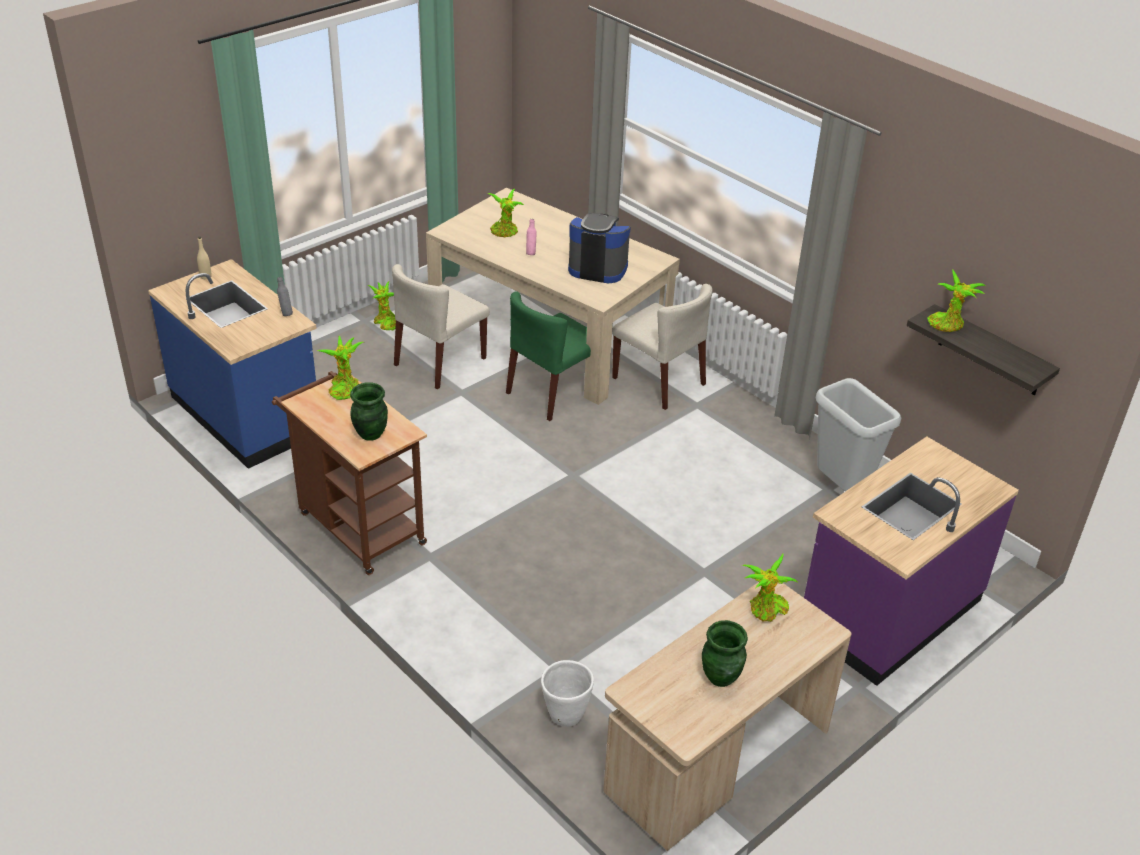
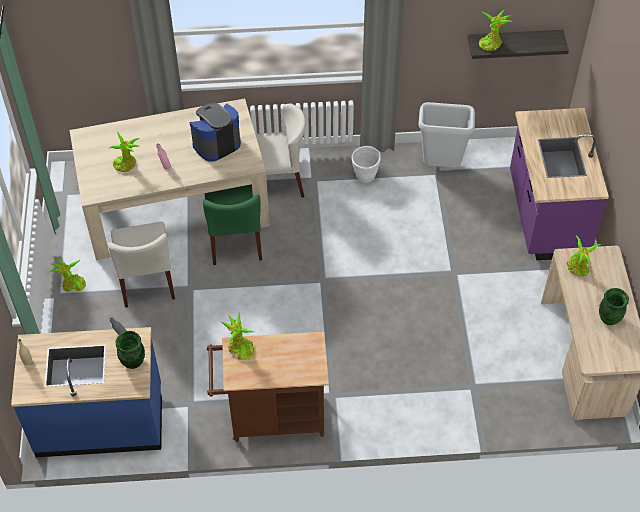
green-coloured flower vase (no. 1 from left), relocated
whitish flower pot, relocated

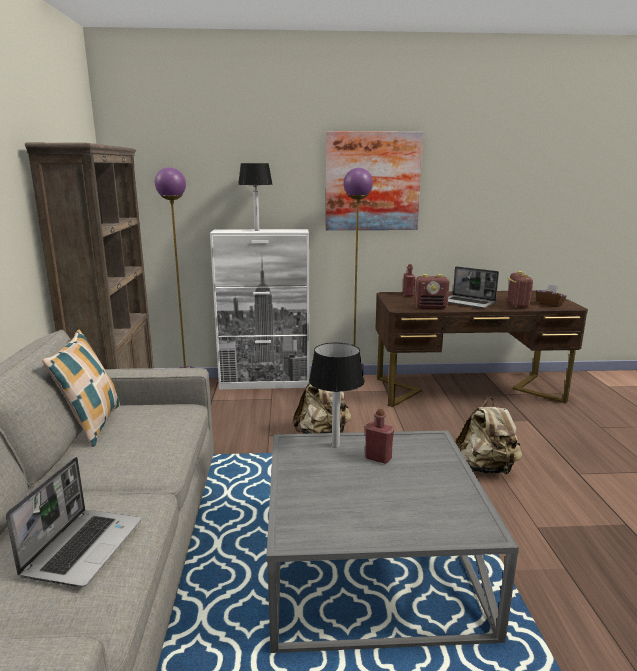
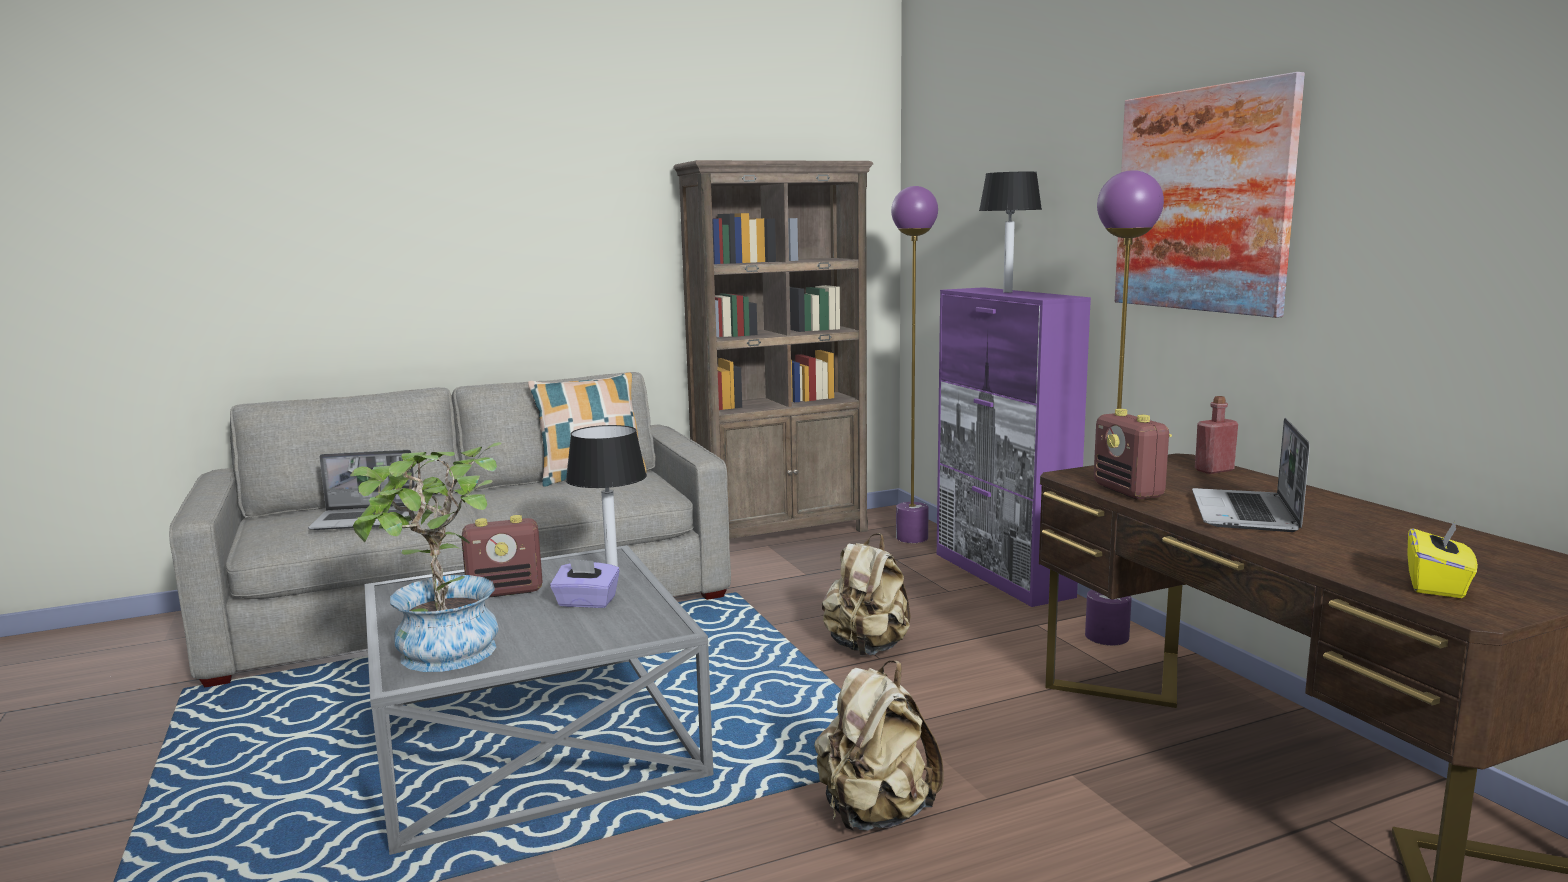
whitish cupboard → purple cupboard
red-coloured drink bottle (no. 1 from left) → purple box of tissues
radio receiver (no. 2 from left in the first image) → radio receiver (no. 1 from left), relocated
brown-coloured box of tissues → yellow-coloured box of tissues
- → houseplant

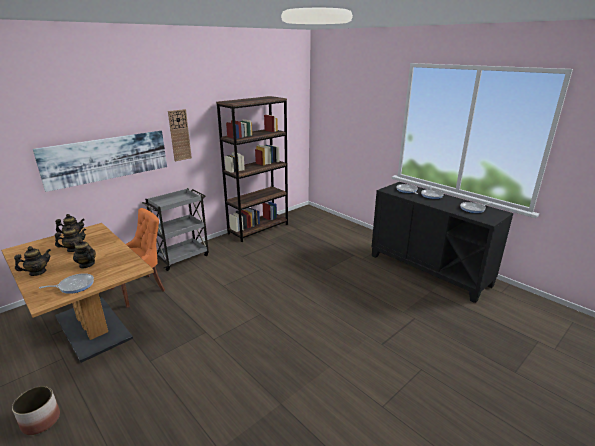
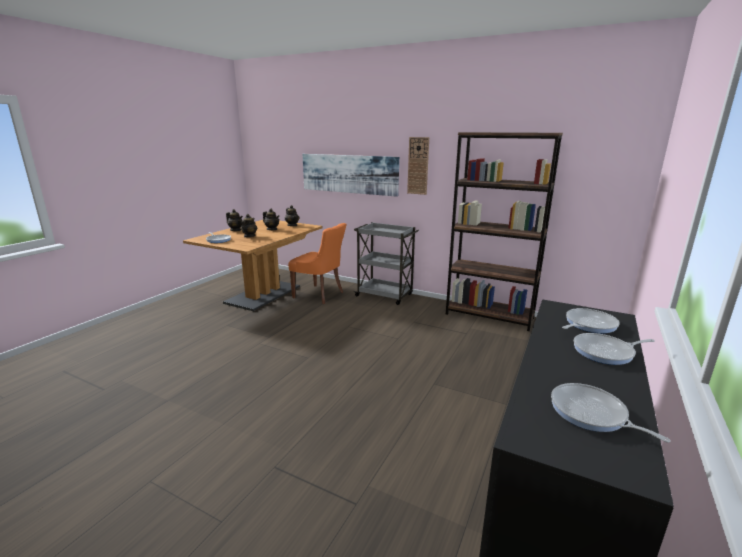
flower pot → -

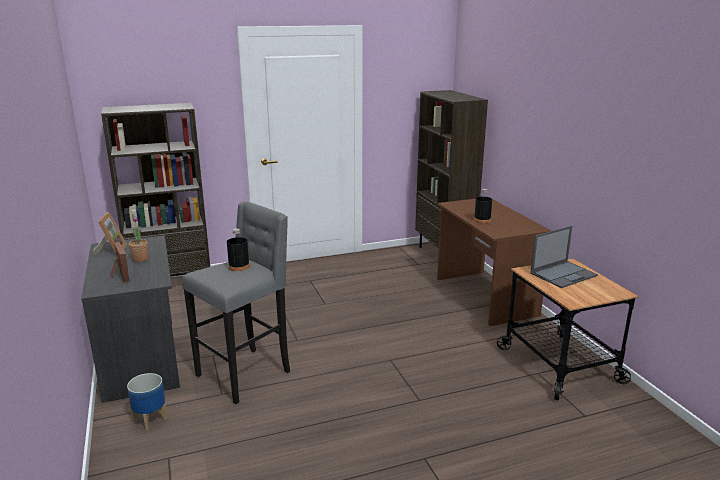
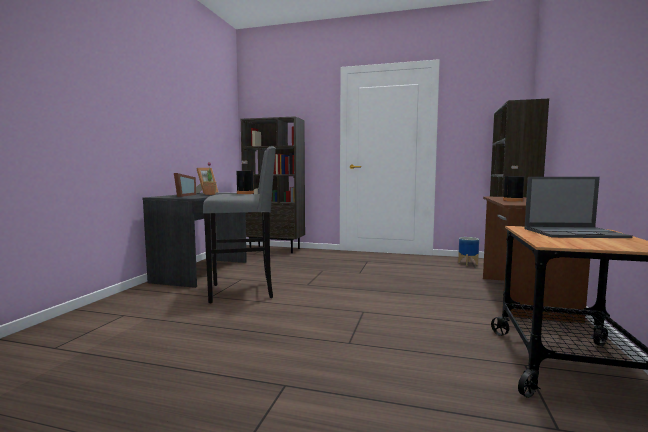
flower pot, relocated

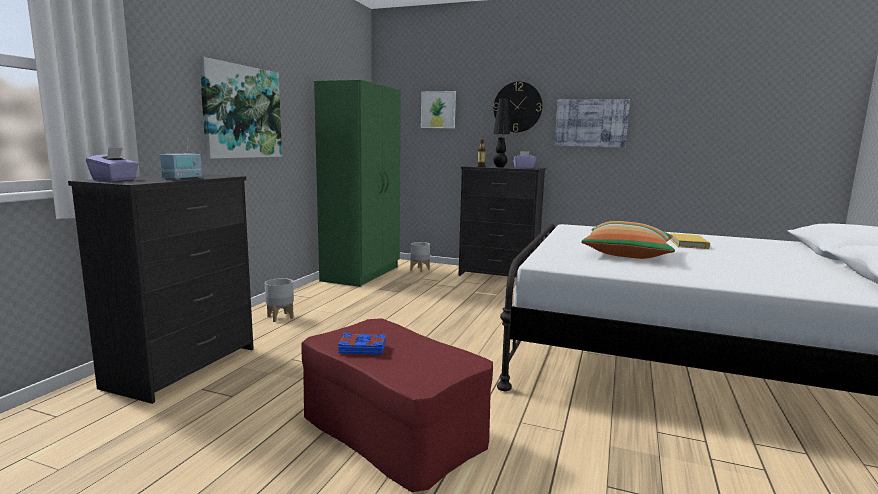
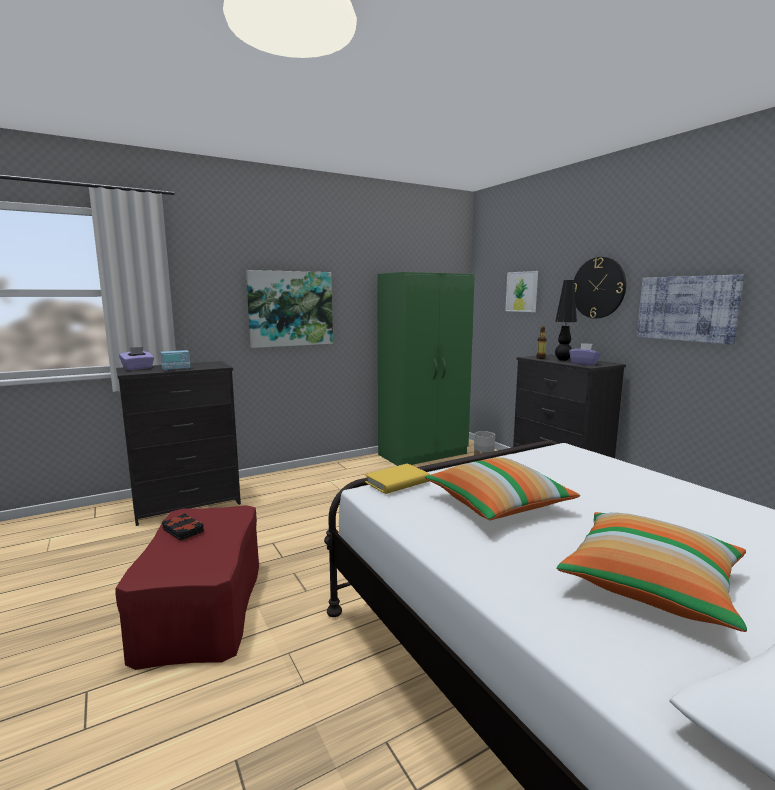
greyish flower pot (no. 1 from left) → -
blue book → black-coloured book
yellow-coloured book, relocated
- → pillow (no. 2 from left)

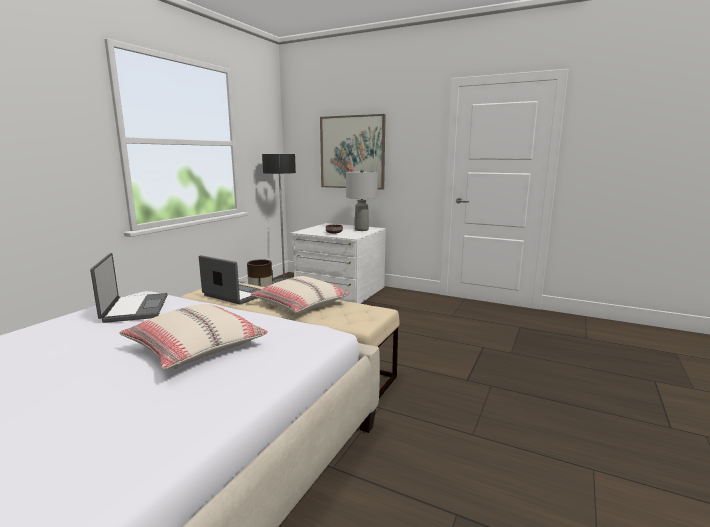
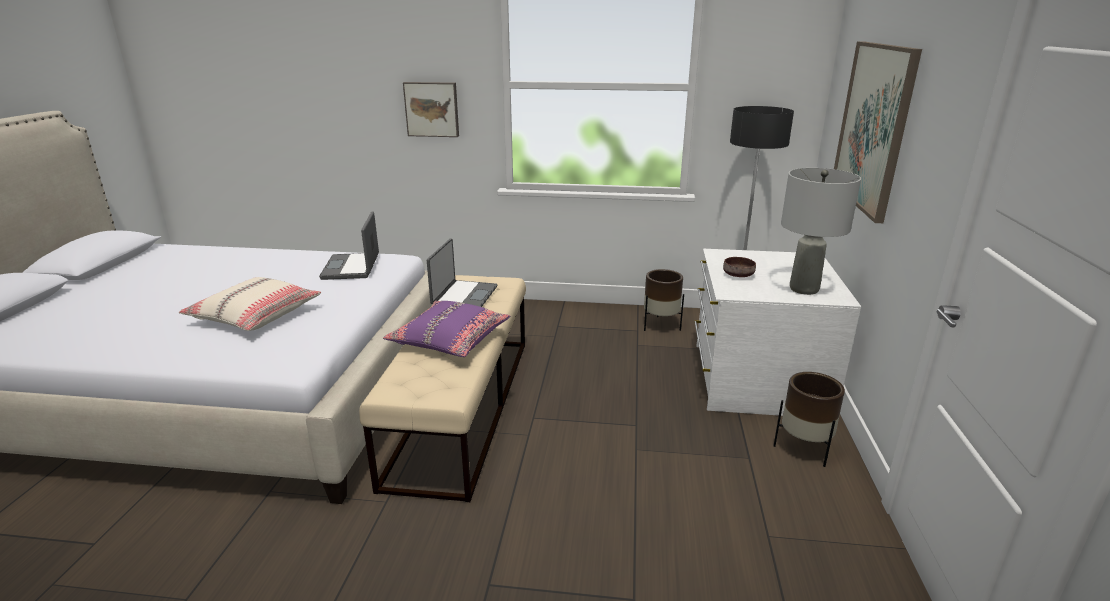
notebook computer (no. 1 from left), 120 degrees clockwise
beige pillow (no. 2 from left) → purple pillow
- → wall art (no. 1 from left)
- → brown-coloured flower pot (no. 2 from left)

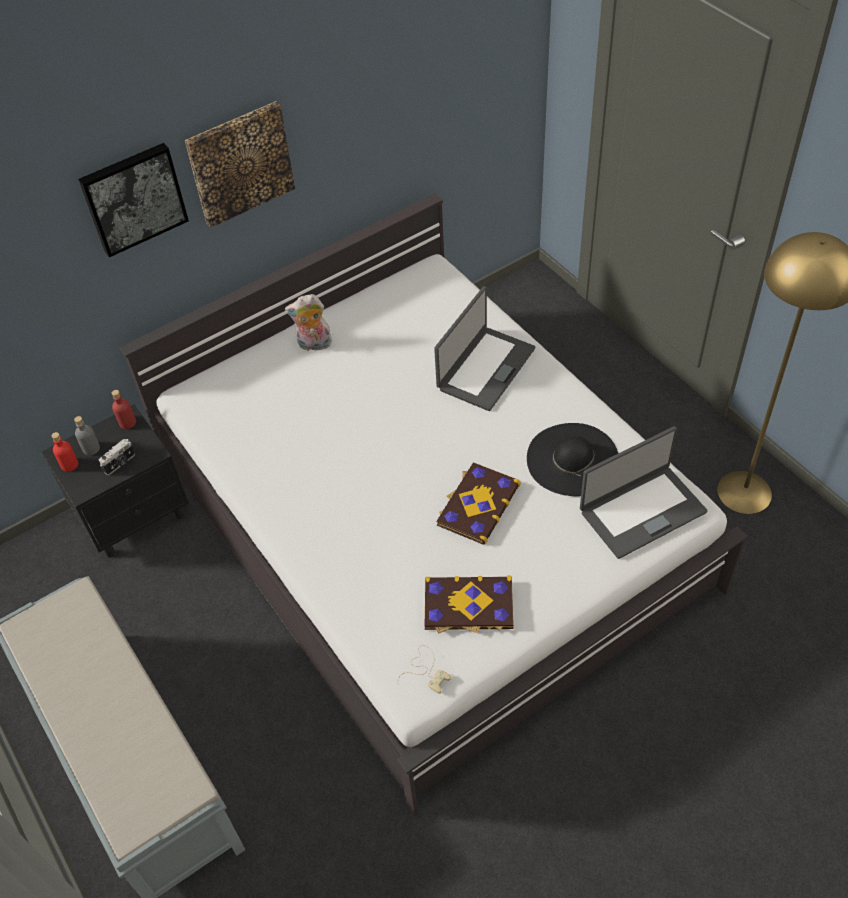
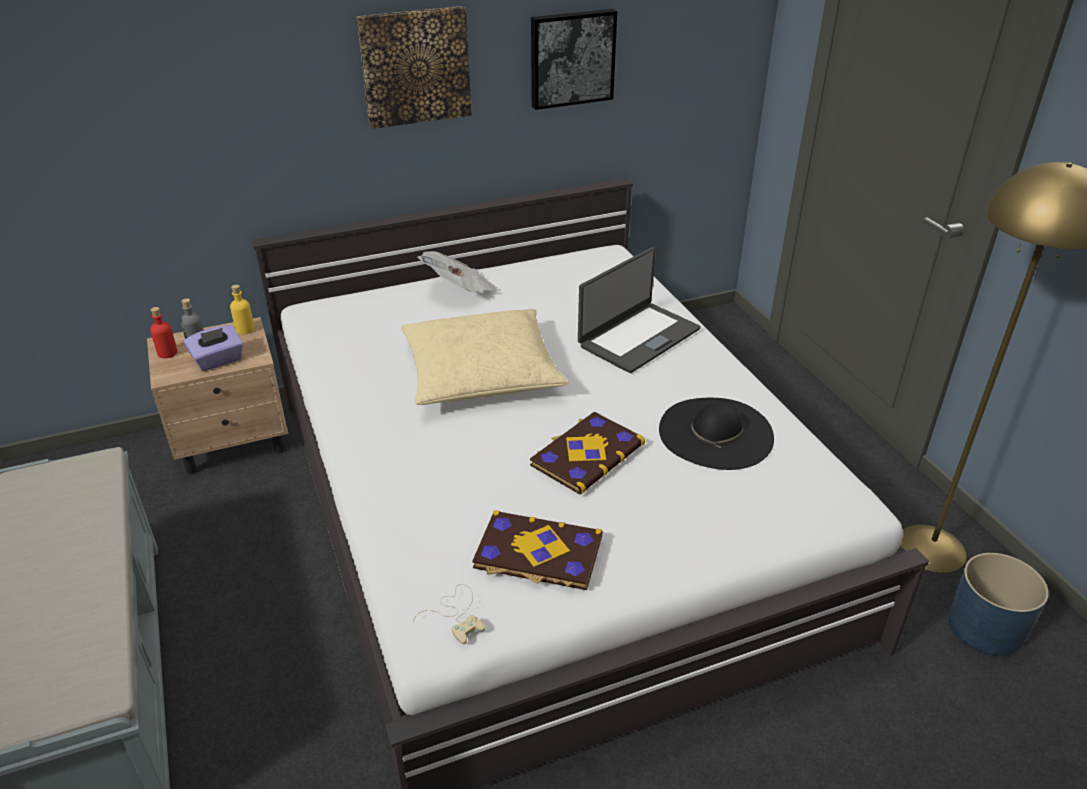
black-coloured nightstand → beige nightstand
wall art (no. 1 from left in the first image) → wall art (no. 2 from left), relocated
photo camera → purple box of tissues
red-coloured drink bottle (no. 2 from left) → yellow-coloured drink bottle
cuddly toy → daily paper
notebook computer (no. 2 from left) → -
- → beige pillow
- → blue flower pot

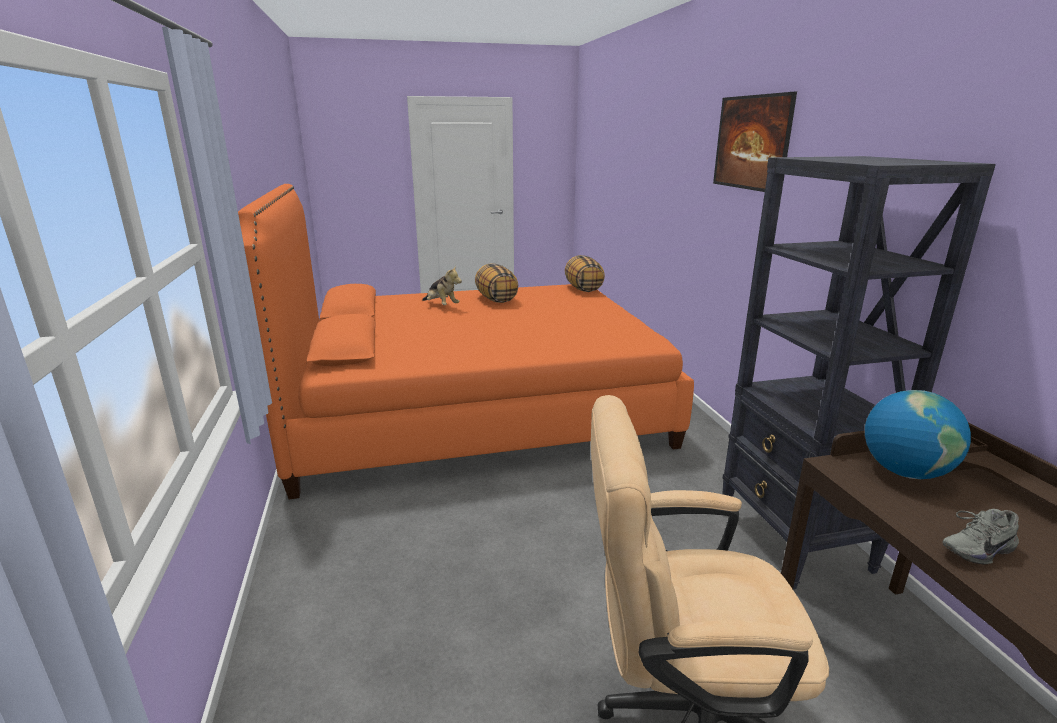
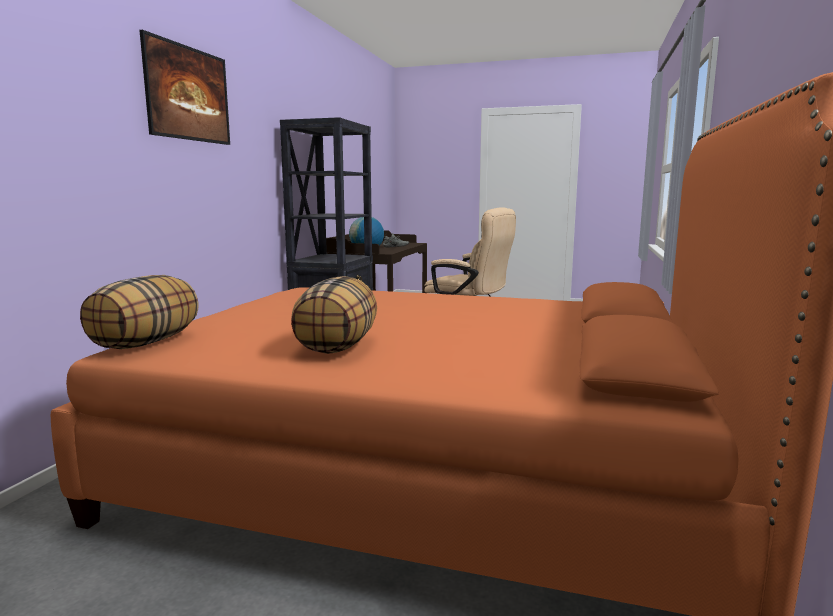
cuddly toy → -

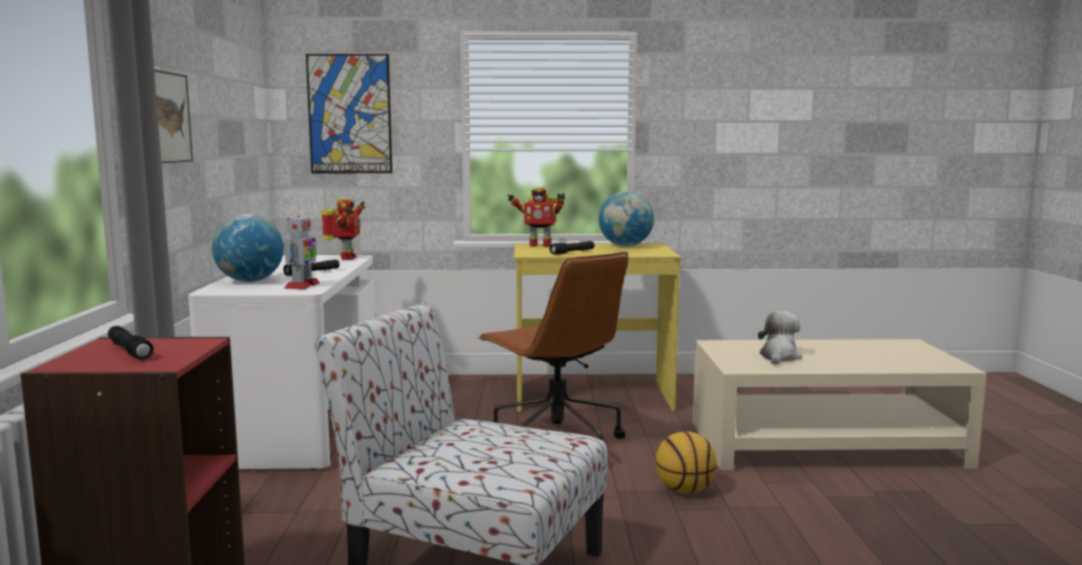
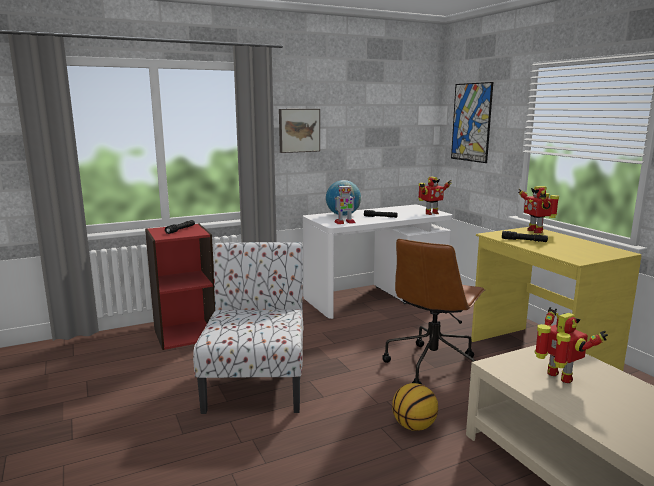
globe (no. 2 from left) → -
cuddly toy → toy robot (no. 4 from left)

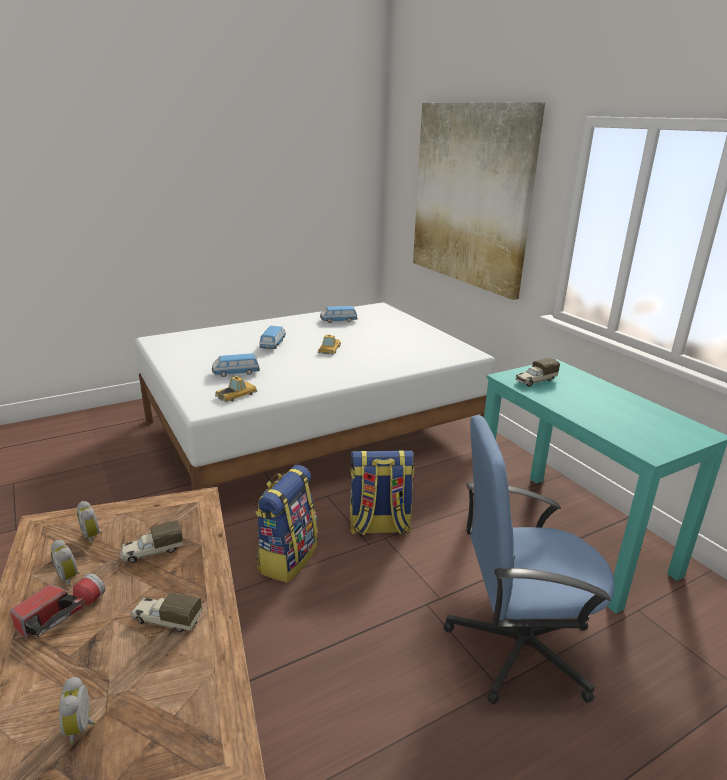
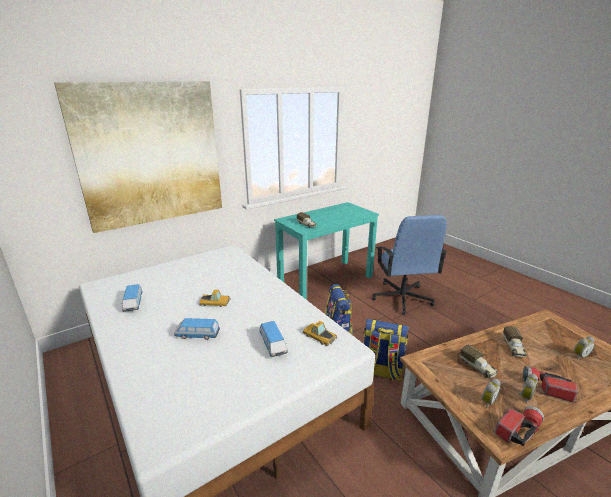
- → torch (no. 1 from left)

